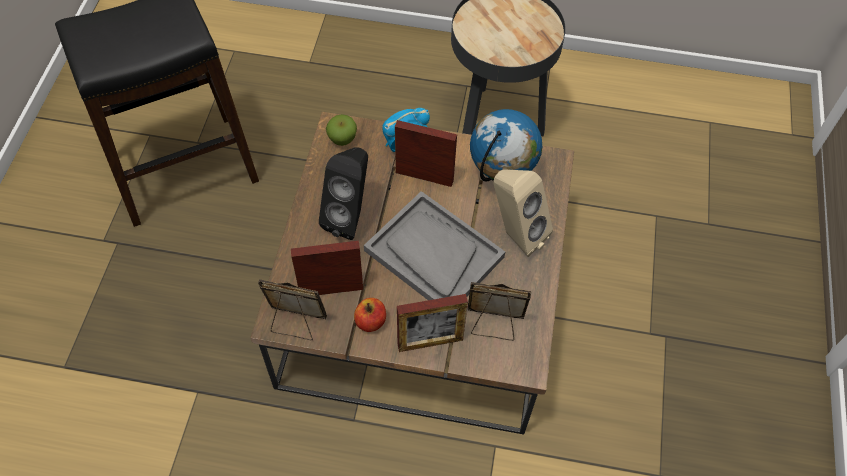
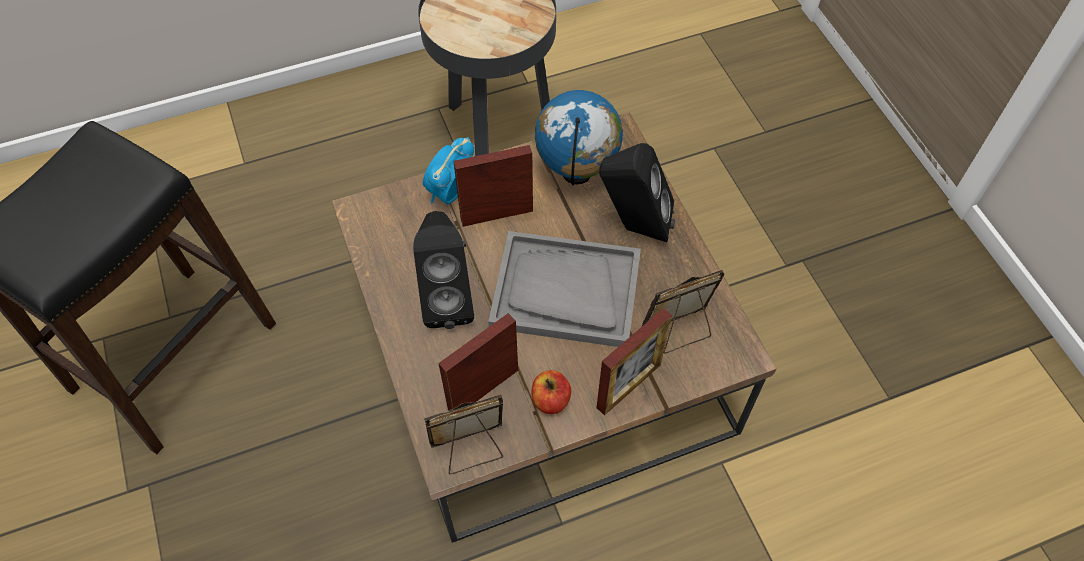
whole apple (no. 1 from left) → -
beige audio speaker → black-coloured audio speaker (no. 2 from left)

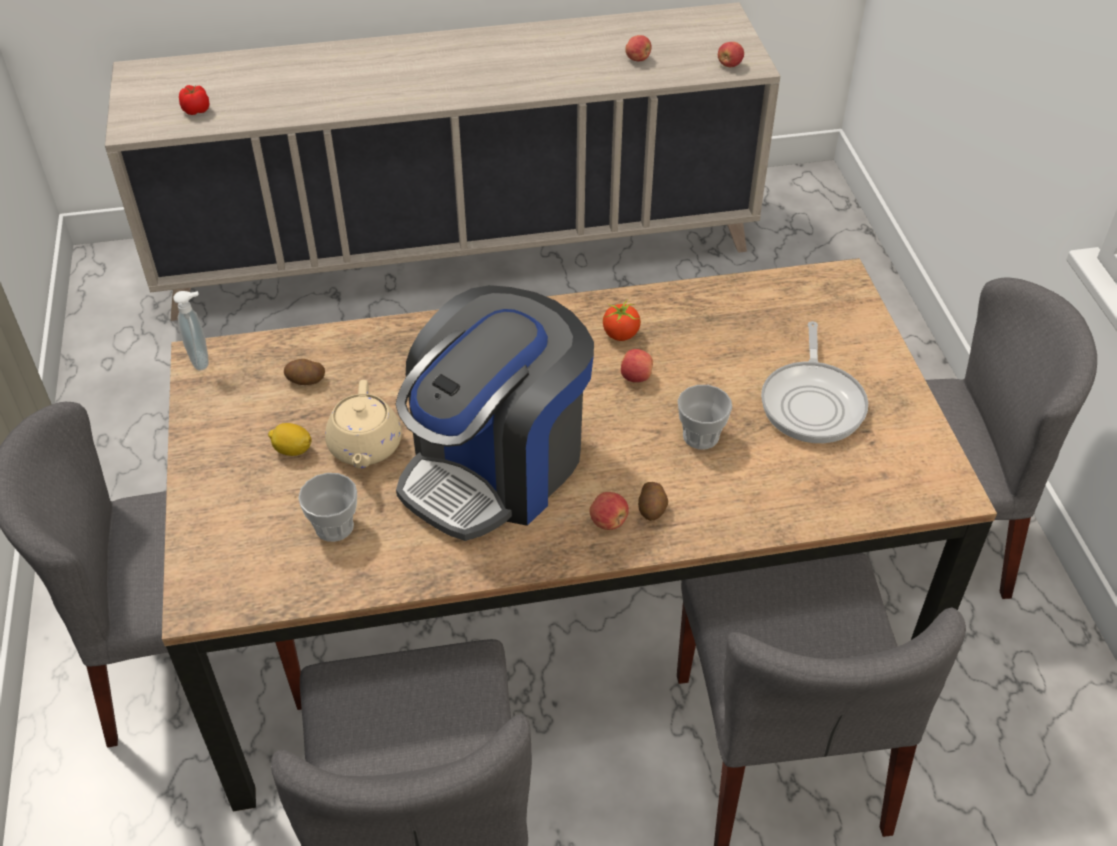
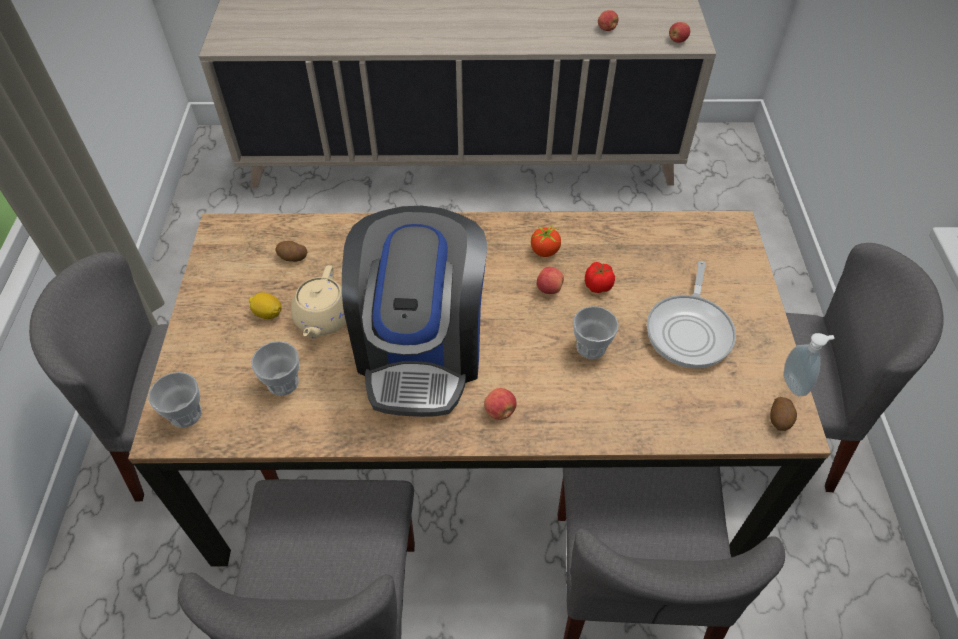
soap bottle, relocated
whole tomato (no. 1 from left in the first image) → whole tomato (no. 2 from left), relocated
coffee brewer, 45 degrees counterclockwise
spud (no. 2 from left), relocated
- → drinking cup (no. 1 from left)

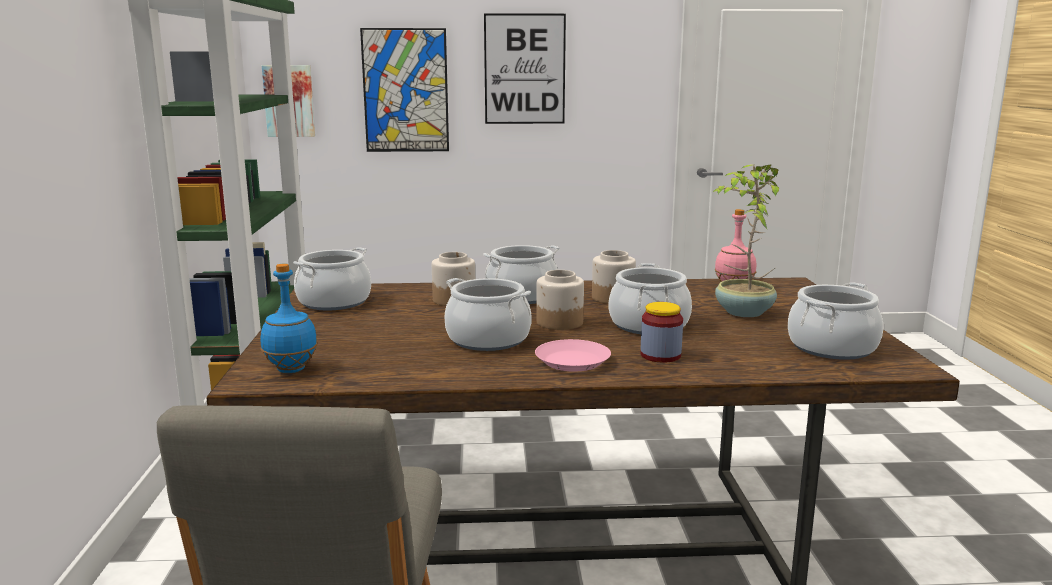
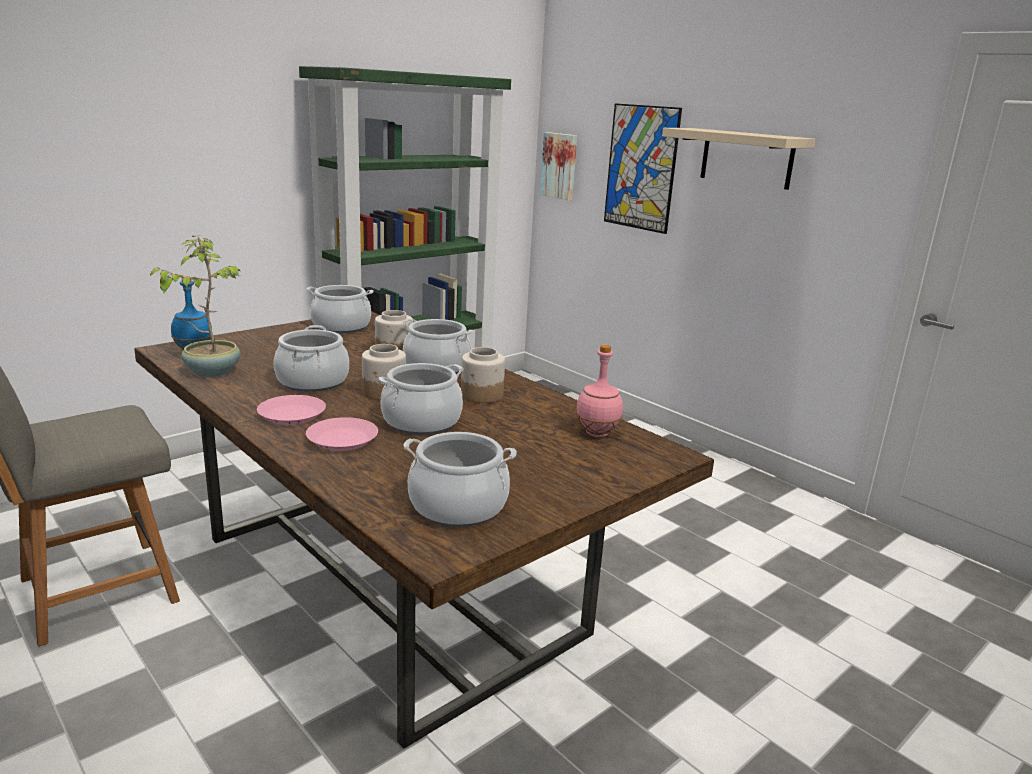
wall art (no. 3 from left) → beige shelf
jar (no. 4 from left) → pink dinner plate (no. 2 from left)
houseplant, relocated

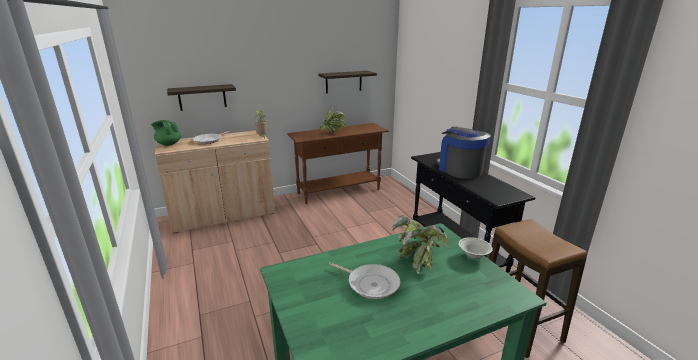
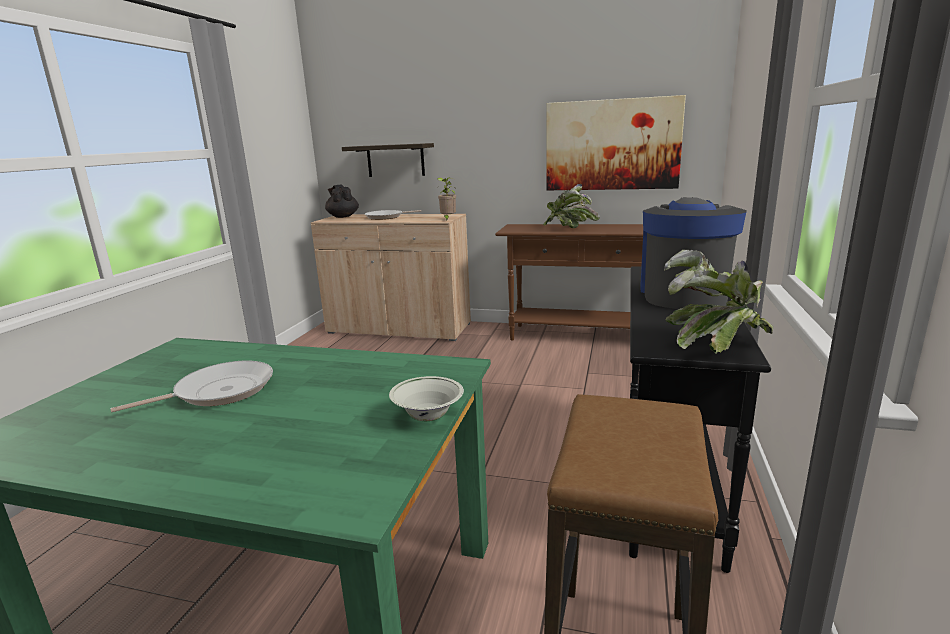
green-coloured tea pot → black-coloured tea pot
shelf (no. 2 from left) → wall art
skillet (no. 2 from left in the first image) → skillet (no. 1 from left), 105 degrees counterclockwise
houseplant (no. 3 from left), relocated

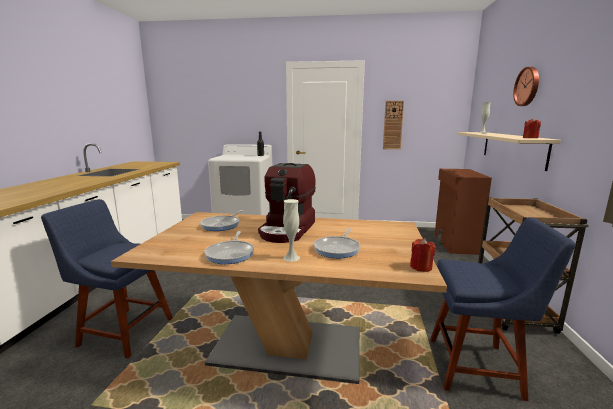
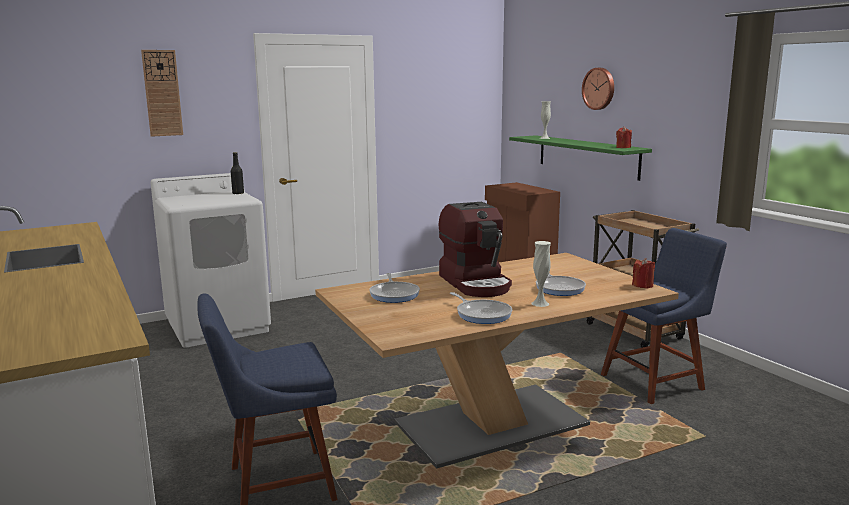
clock on the wall (no. 1 from left), relocated
beige shelf → green-coloured shelf

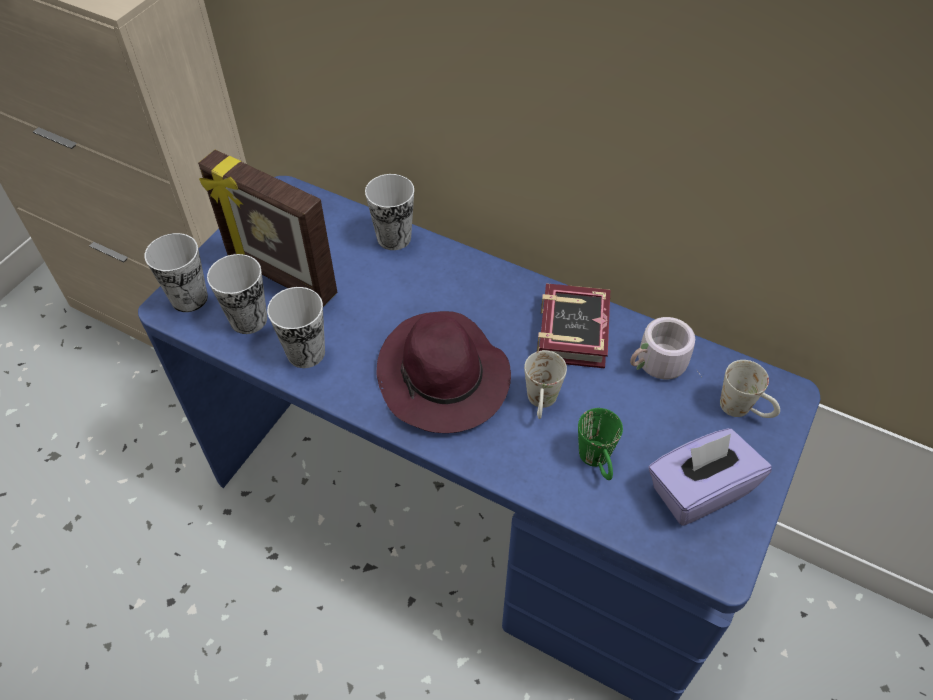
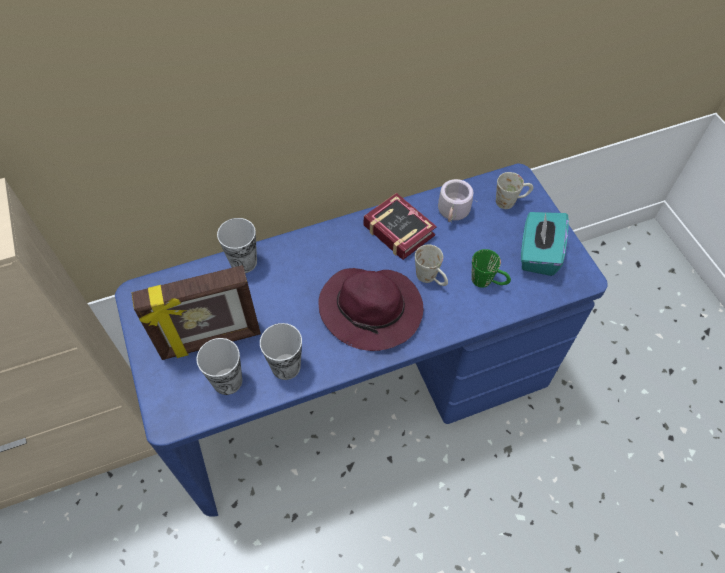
drinking cup (no. 1 from left) → -
purple box of tissues → turquoise-coloured box of tissues

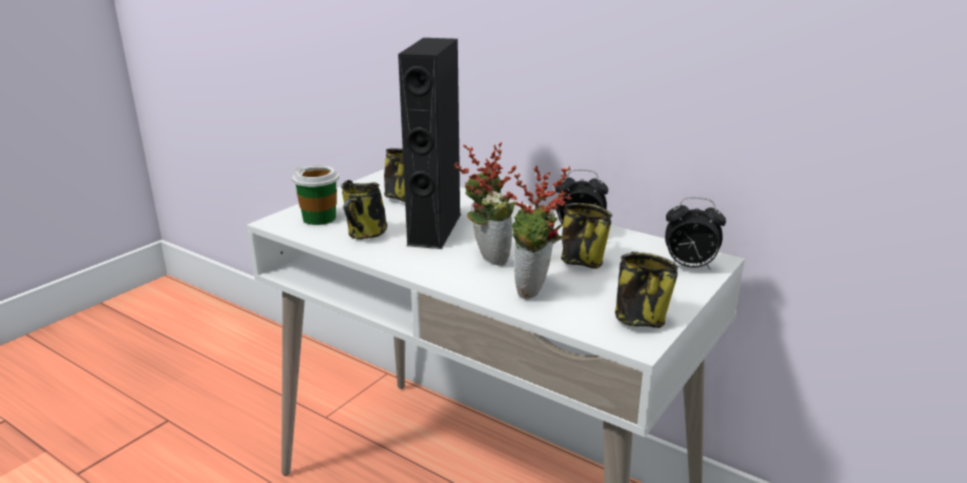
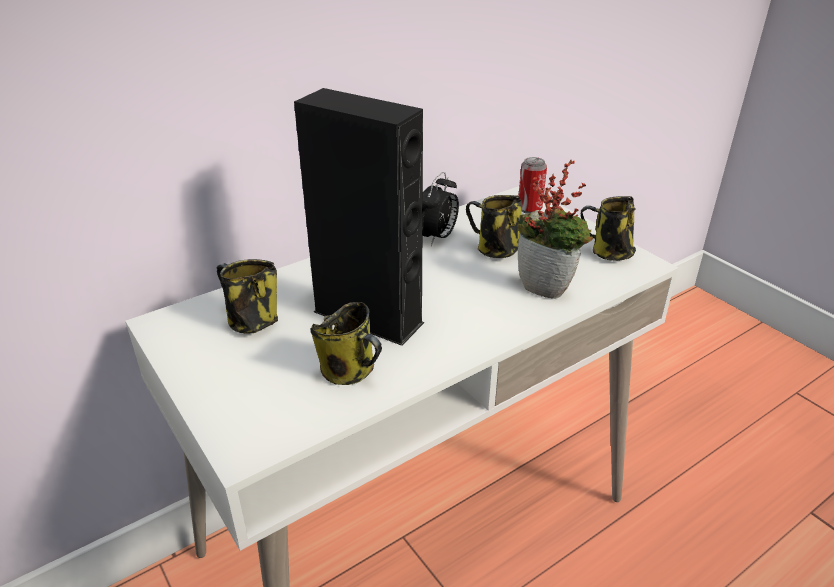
drinking cup → -
houseplant (no. 1 from left) → -
alarm clock (no. 2 from left) → metal can

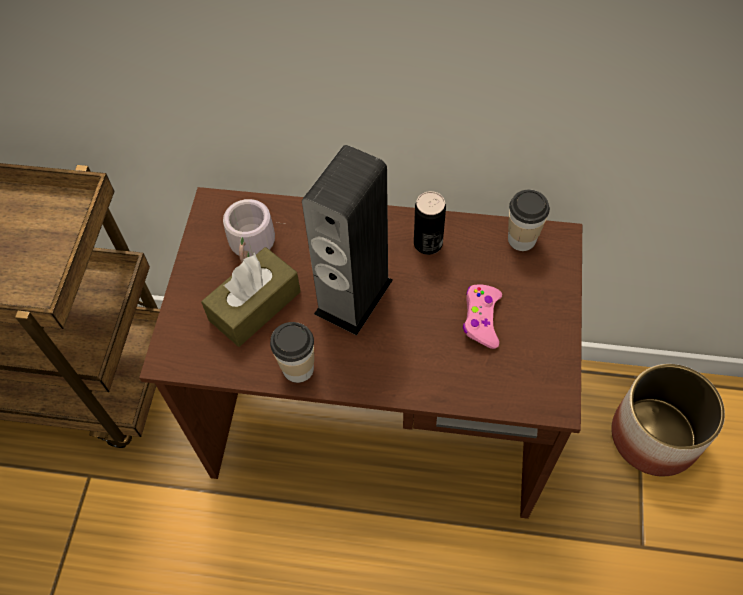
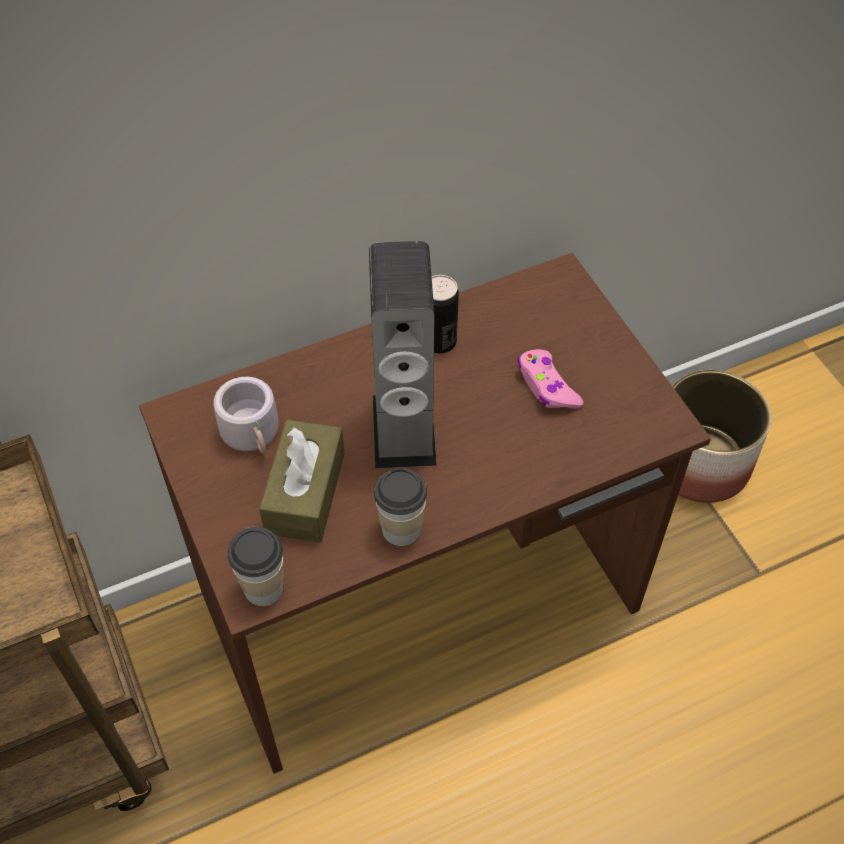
drinking cup (no. 2 from left in the first image) → drinking cup (no. 1 from left), relocated

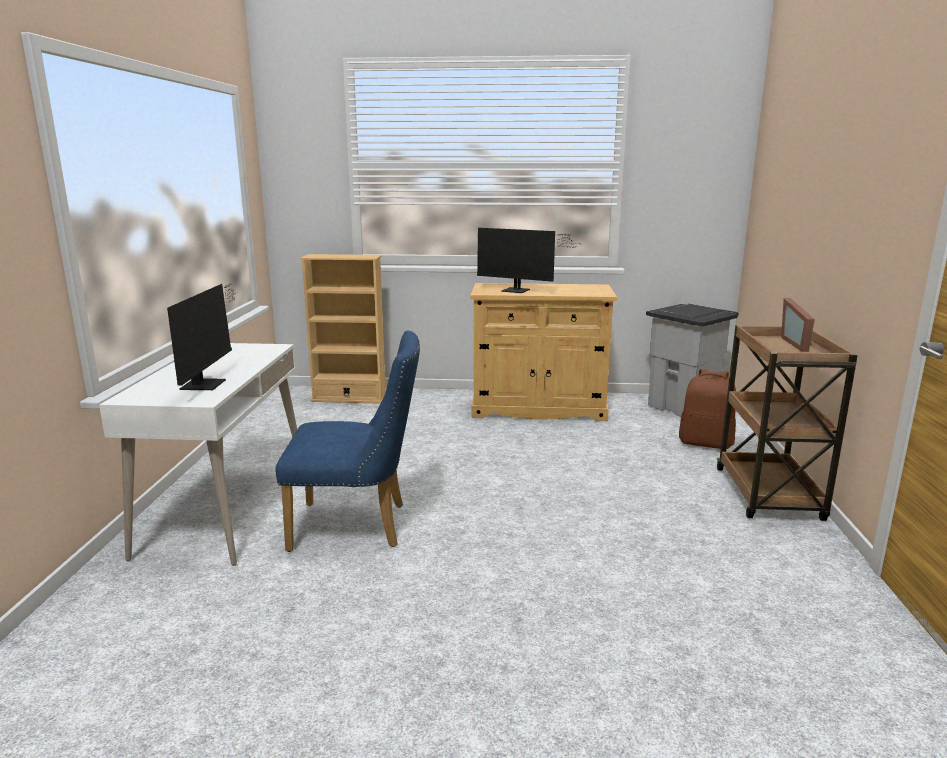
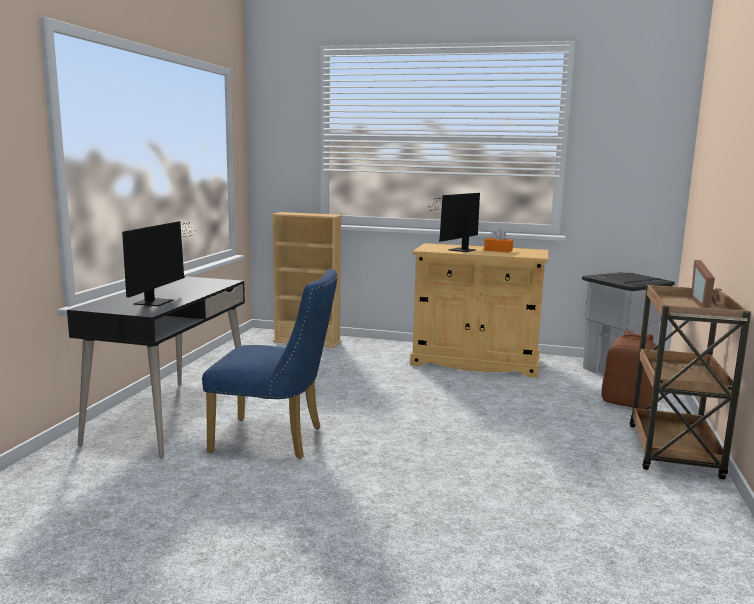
whitish desk unit → black-coloured desk unit
computer screen (no. 2 from left), 90 degrees clockwise
- → orange box of tissues

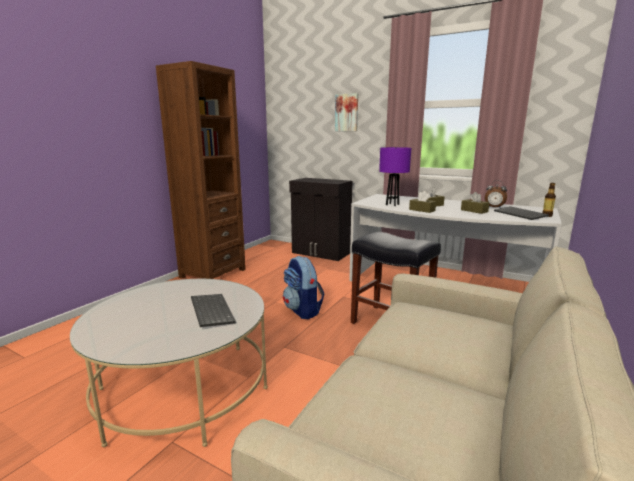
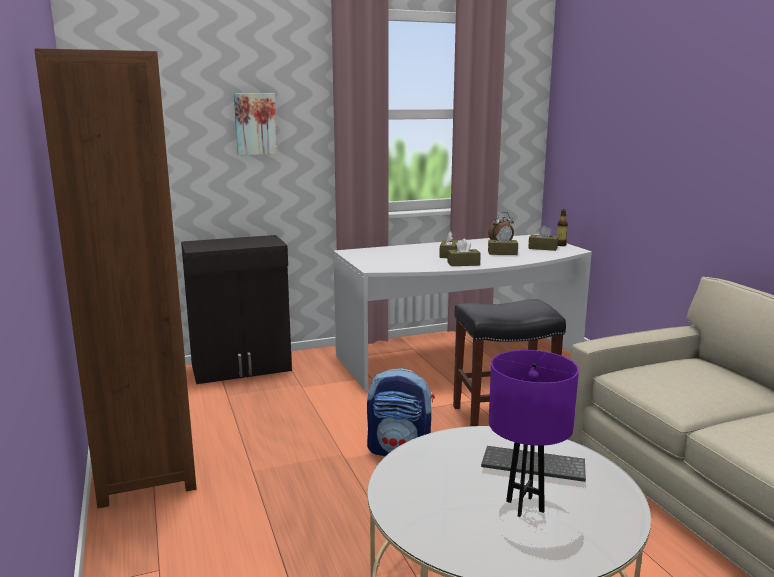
purple lamp for a table, relocated
computer keyboard (no. 2 from left) → brown-coloured box of tissues (no. 4 from left)

